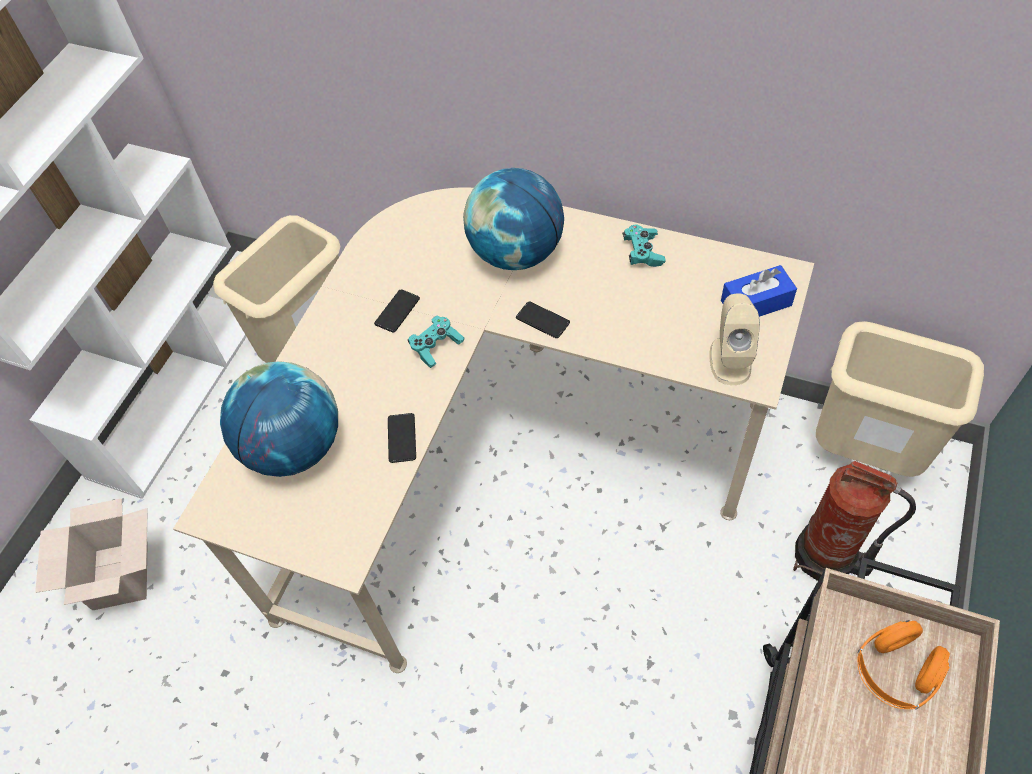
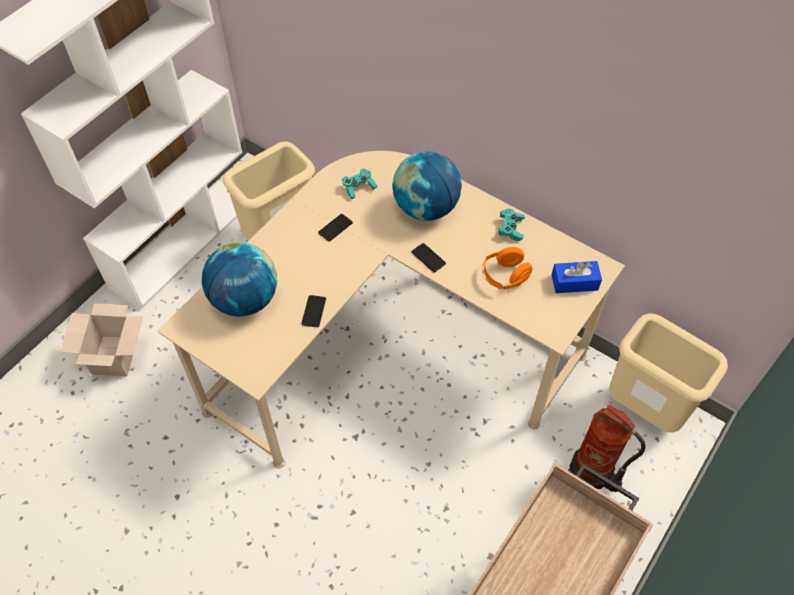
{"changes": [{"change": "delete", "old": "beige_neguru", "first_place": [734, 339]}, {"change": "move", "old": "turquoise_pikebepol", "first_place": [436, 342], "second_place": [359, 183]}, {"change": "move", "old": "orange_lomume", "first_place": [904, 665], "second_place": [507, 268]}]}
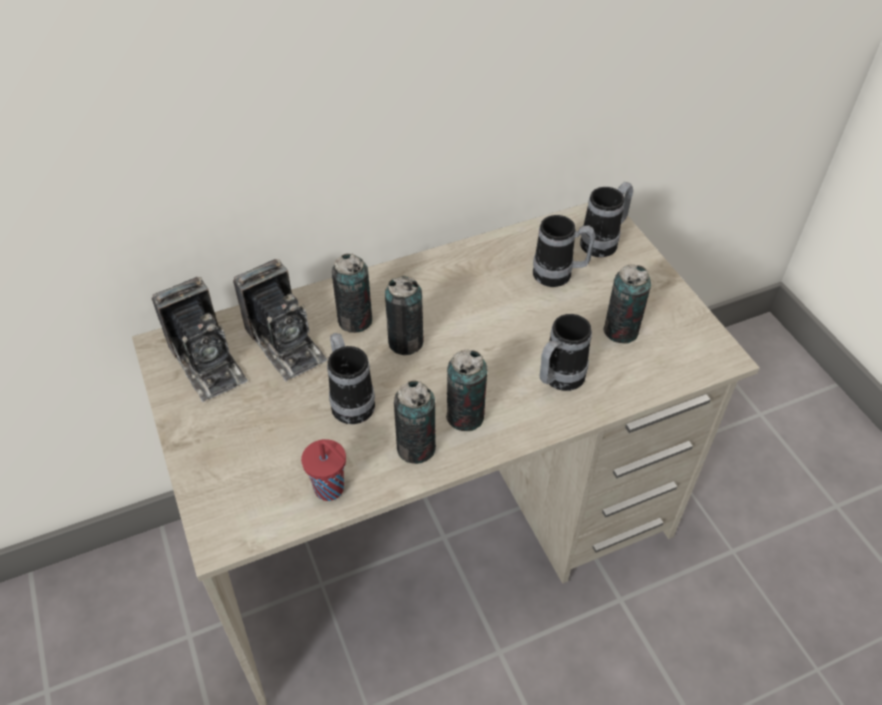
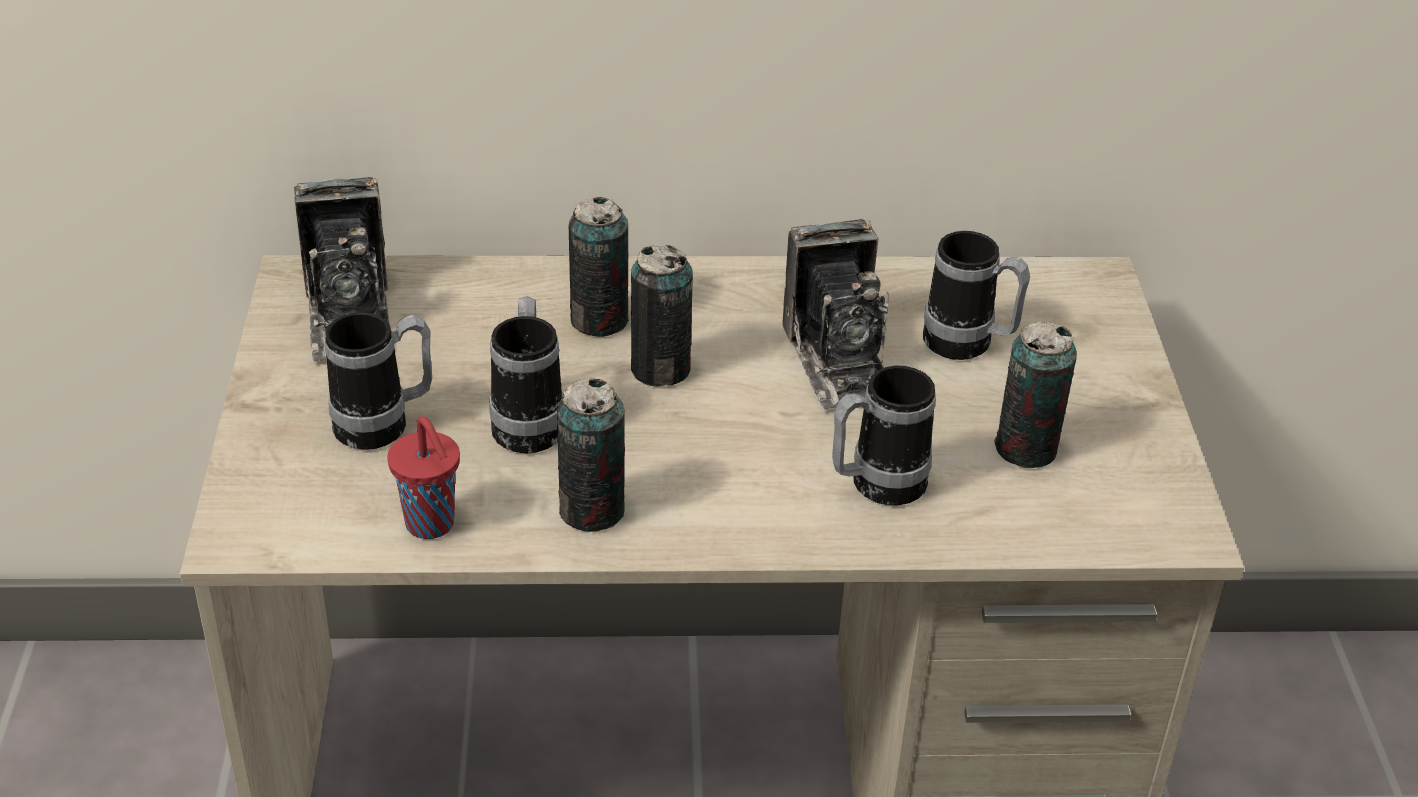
{"changes": [{"change": "move", "old": "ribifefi", "first_place": [606, 219], "second_place": [378, 381]}, {"change": "move", "old": "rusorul", "first_place": [280, 320], "second_place": [835, 315]}, {"change": "delete", "old": "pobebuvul", "first_place": [466, 390]}]}
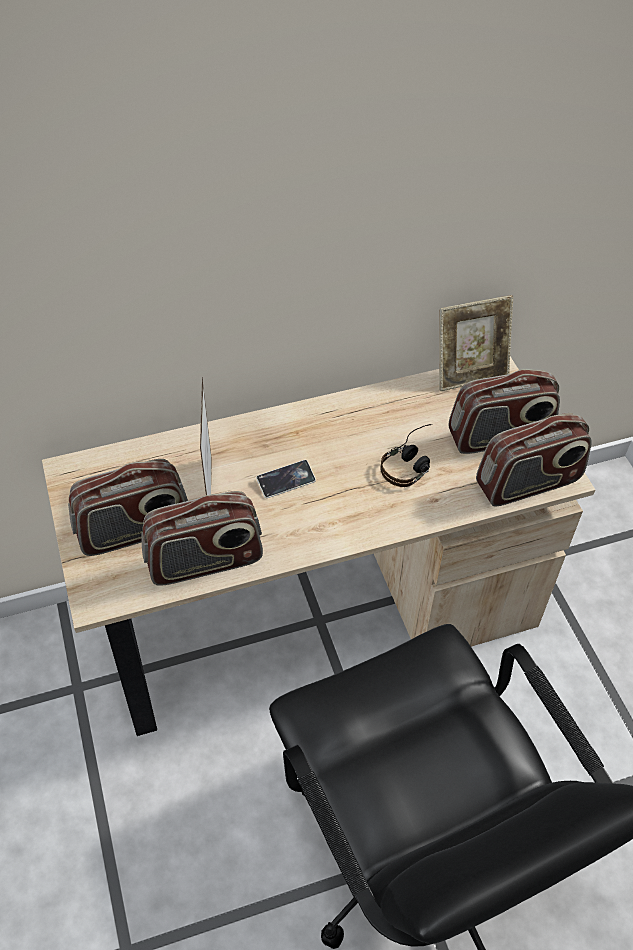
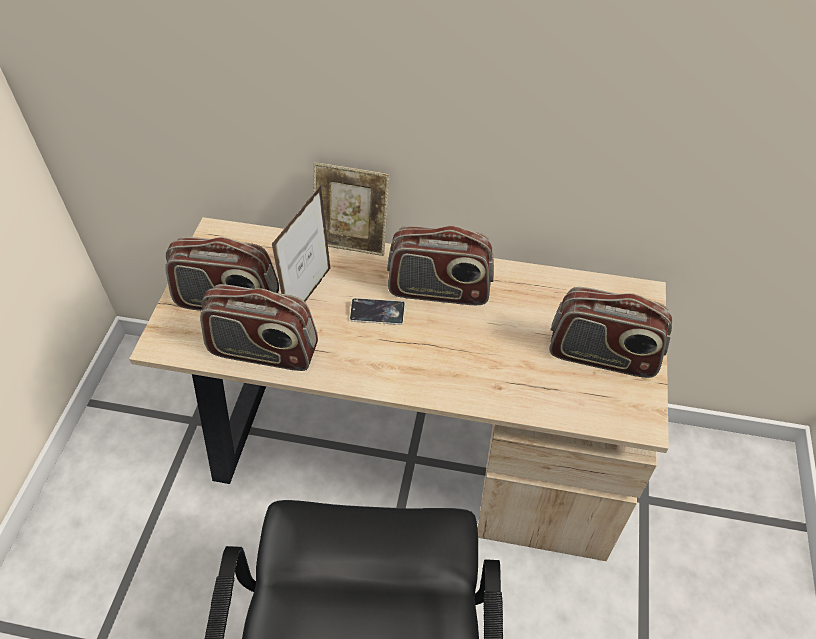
{"changes": [{"change": "move", "old": "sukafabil", "first_place": [476, 343], "second_place": [351, 209]}, {"change": "move", "old": "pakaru", "first_place": [534, 460], "second_place": [440, 265]}, {"change": "delete", "old": "lomume", "first_place": [406, 455]}]}
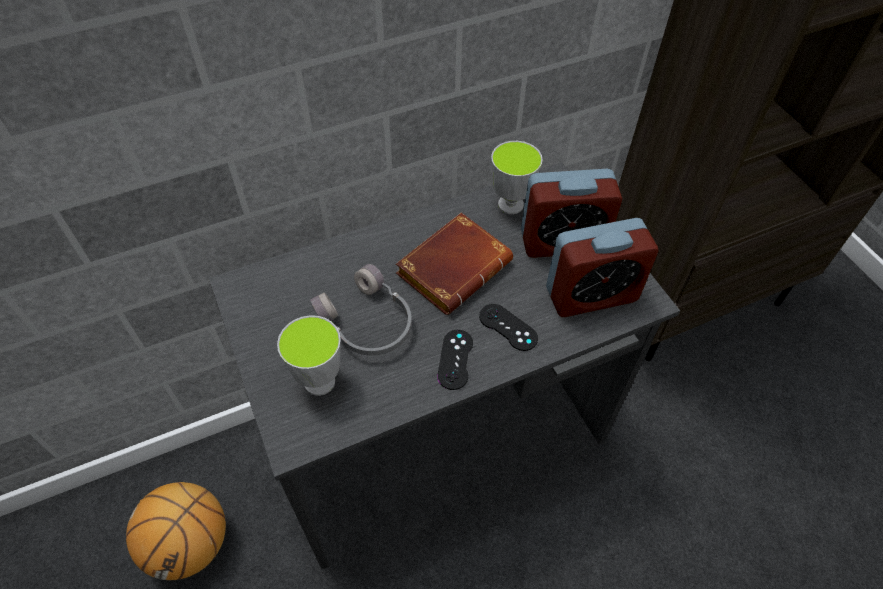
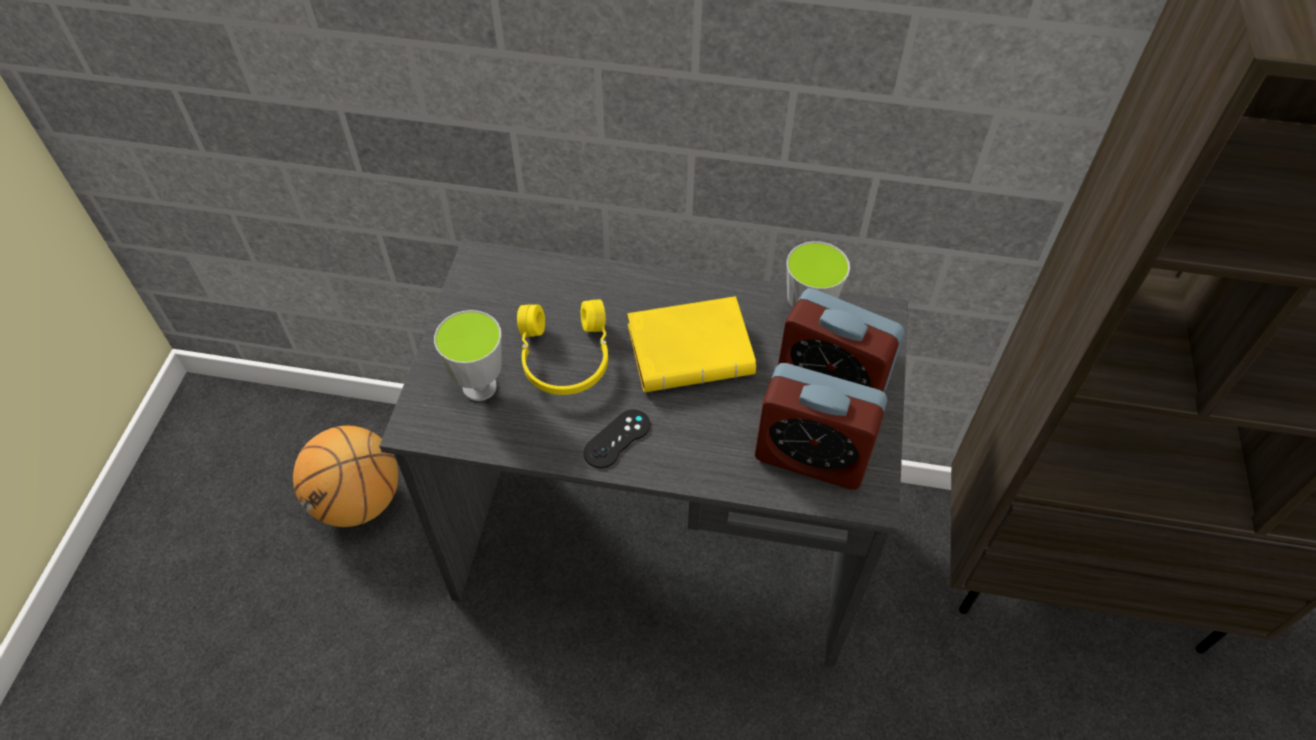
{"changes": [{"change": "recolor", "old": "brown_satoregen", "new": "yellow_satoregen", "first_place": [454, 264], "second_place": [692, 344]}, {"change": "recolor", "old": "grey_lomume", "new": "yellow_lomume", "first_place": [361, 310], "second_place": [562, 347]}, {"change": "delete", "old": "black_pikebepol", "first_place": [508, 327]}]}
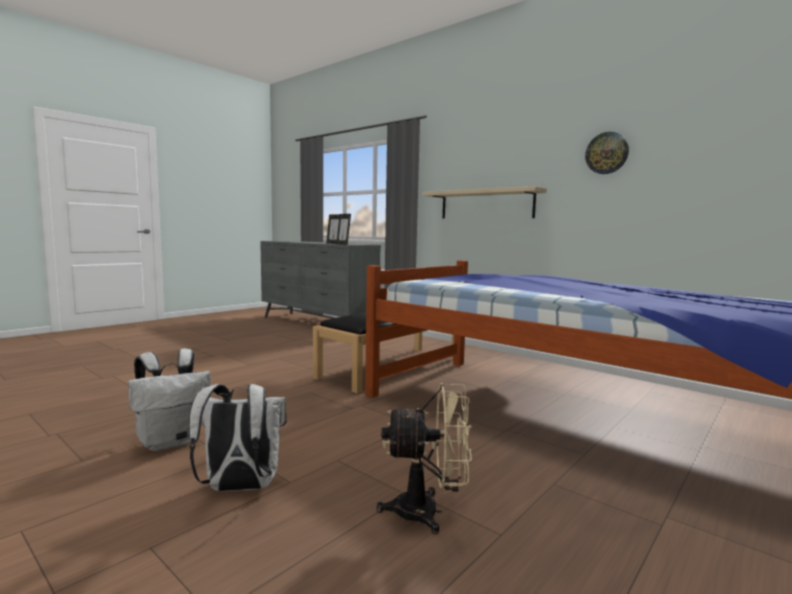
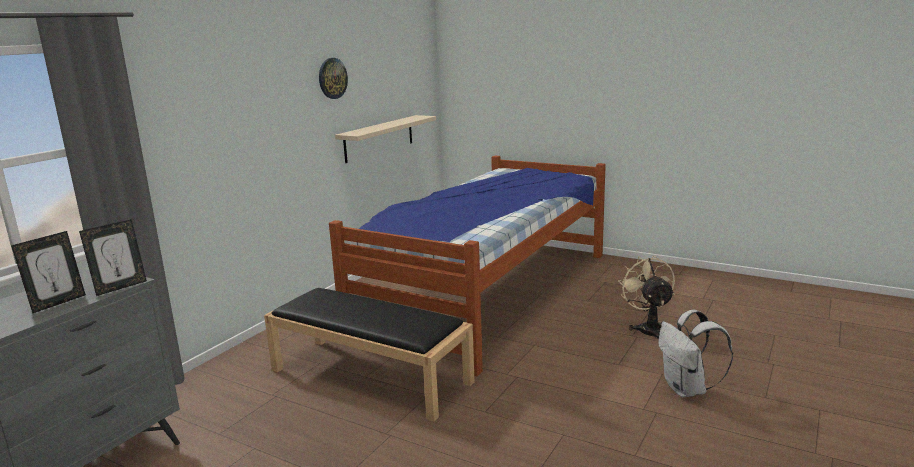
{"changes": [{"change": "move", "old": "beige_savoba", "first_place": [484, 202], "second_place": [385, 139]}, {"change": "delete", "old": "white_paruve", "first_place": [169, 399]}]}
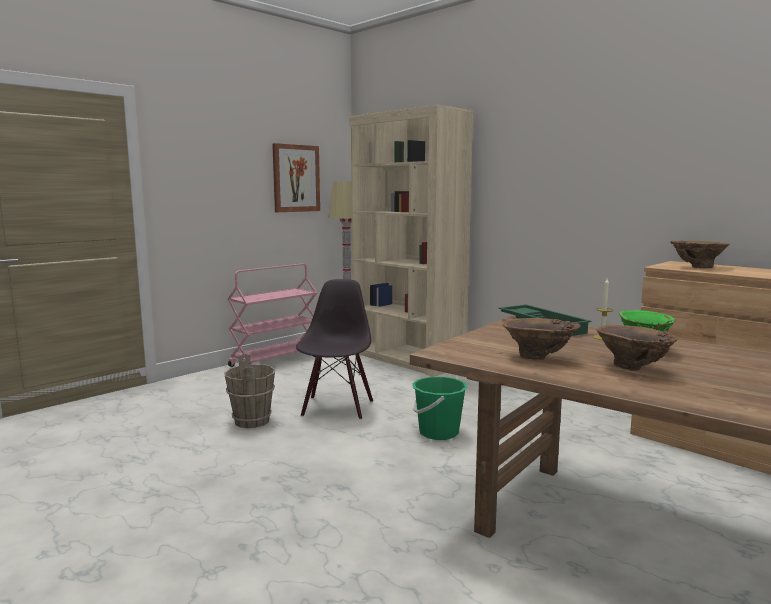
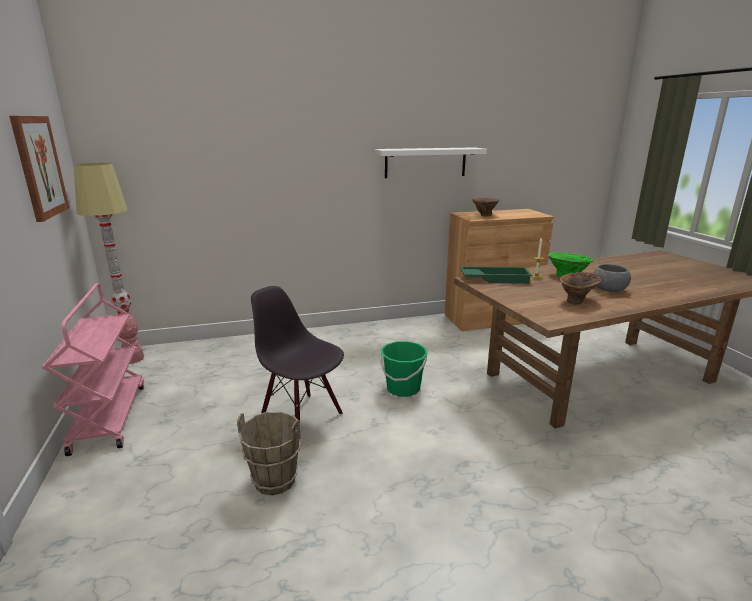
{"changes": [{"change": "delete", "old": "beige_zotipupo", "first_place": [411, 241]}, {"change": "replace", "old": "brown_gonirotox", "new": "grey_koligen", "first_place": [637, 348], "second_place": [612, 278]}, {"change": "insert", "new": "white_savoba", "second_place": [431, 162]}]}
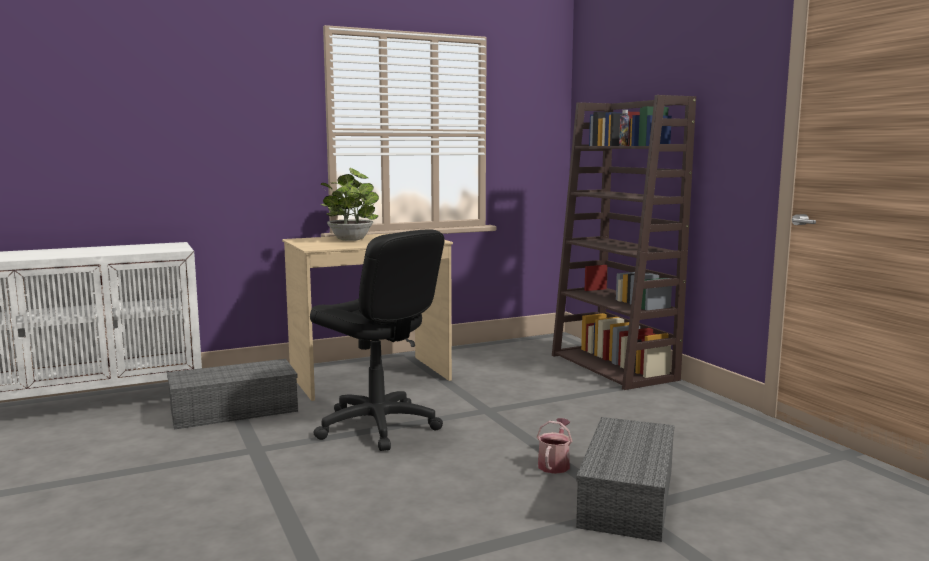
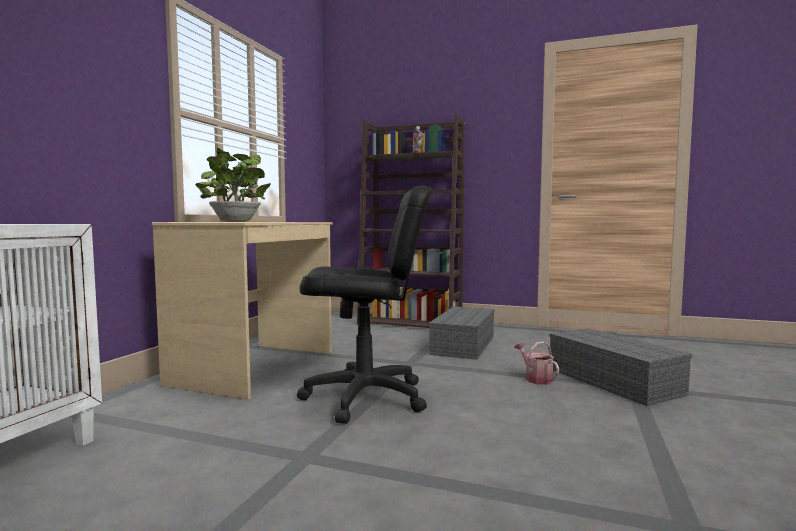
{"changes": [{"change": "move", "old": "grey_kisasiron", "first_place": [232, 394], "second_place": [461, 333]}]}
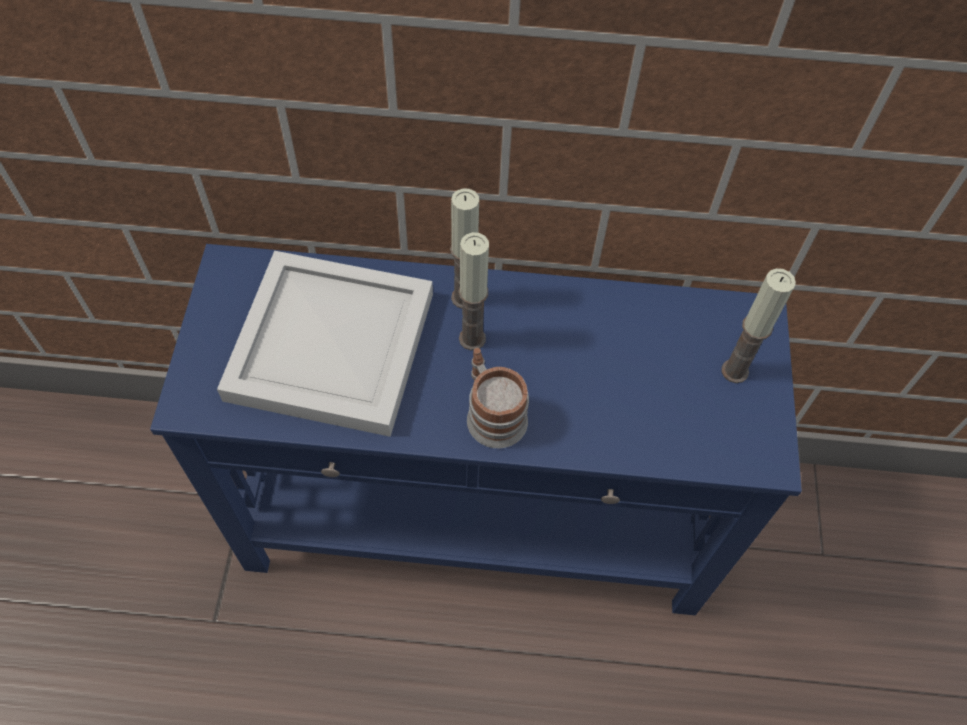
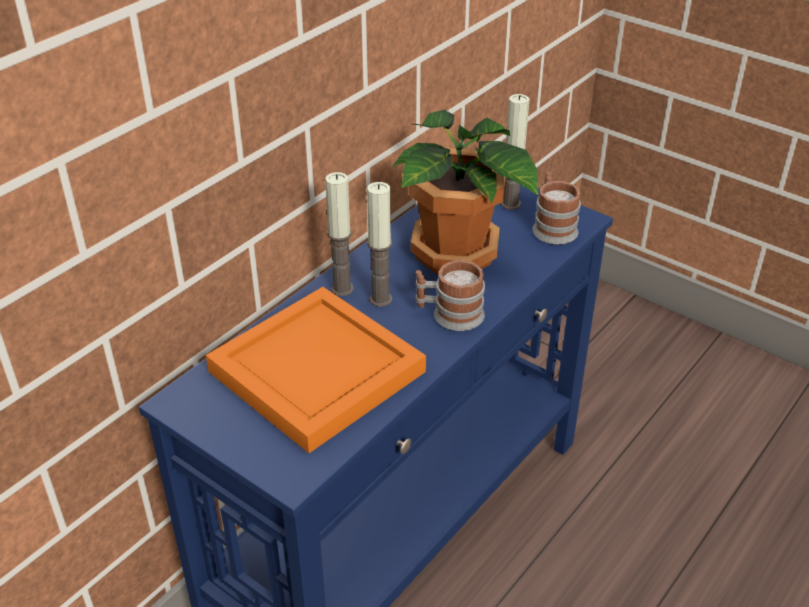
{"changes": [{"change": "recolor", "old": "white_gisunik", "new": "orange_gisunik", "first_place": [325, 344], "second_place": [316, 370]}, {"change": "insert", "new": "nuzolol", "second_place": [464, 192]}, {"change": "insert", "new": "ribifefi", "second_place": [557, 208]}]}
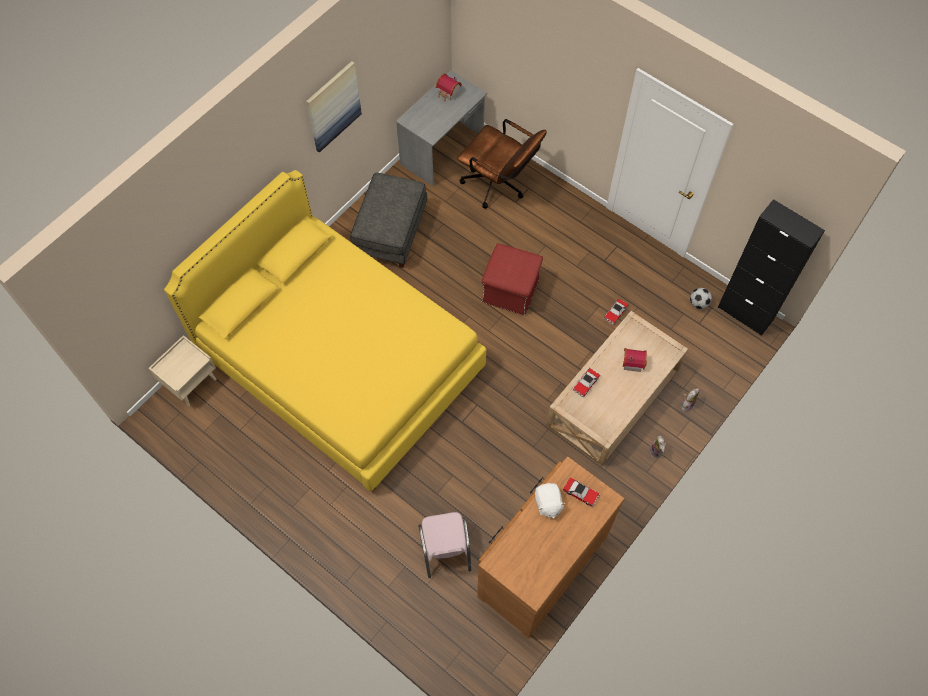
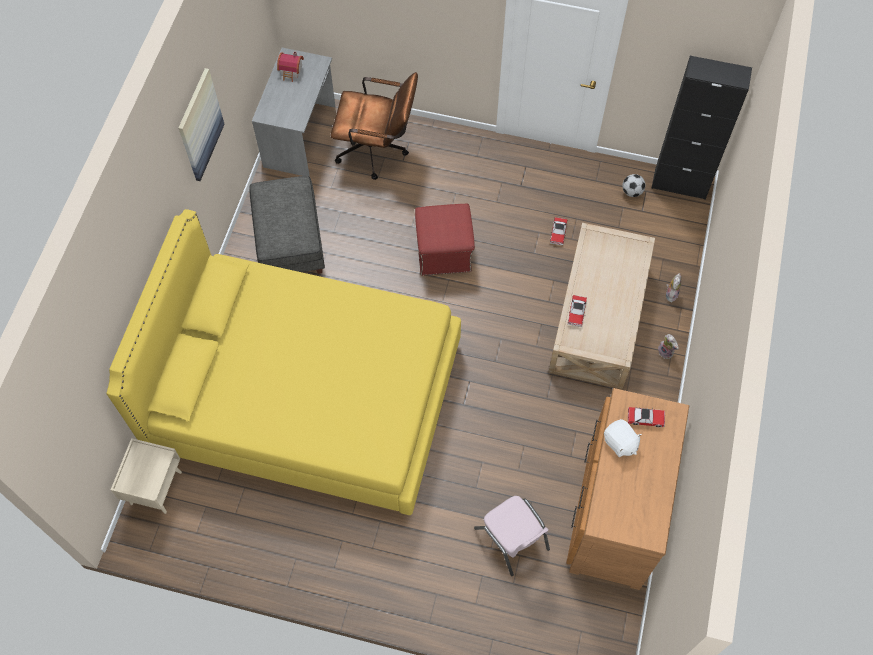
{"changes": [{"change": "delete", "old": "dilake", "first_place": [635, 360]}]}
